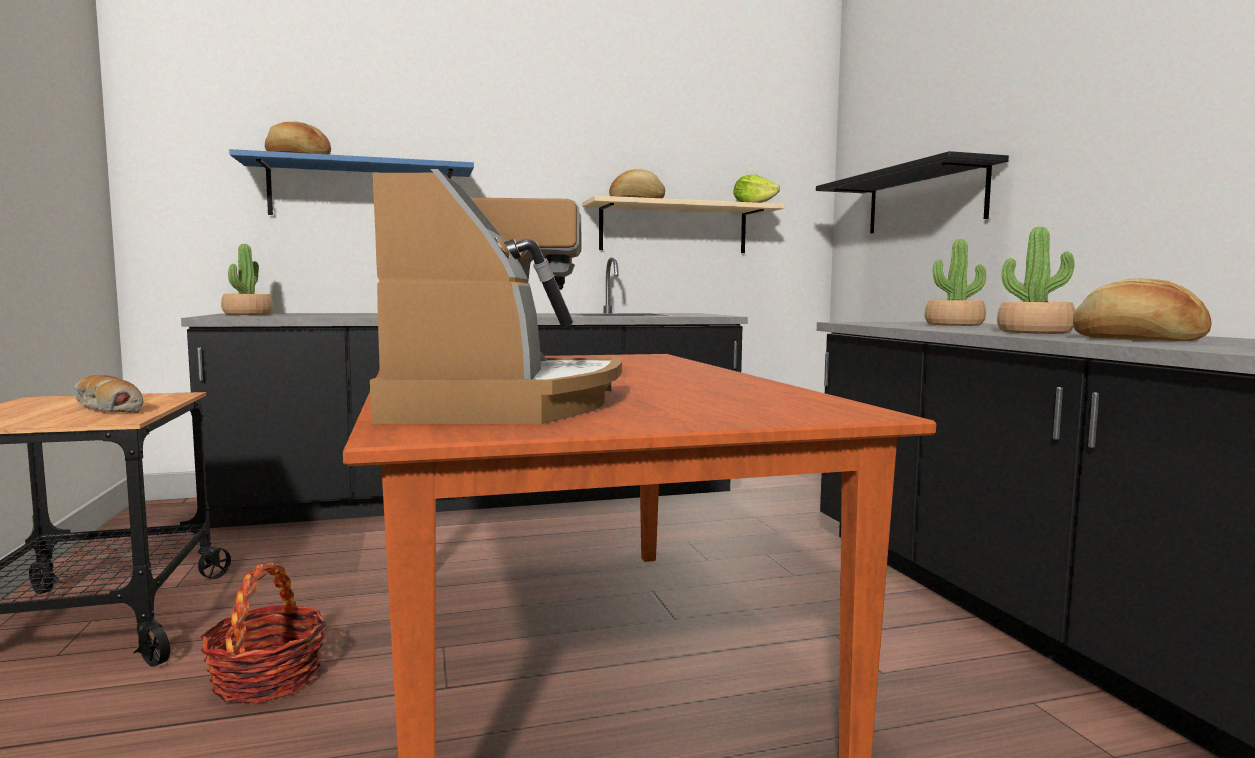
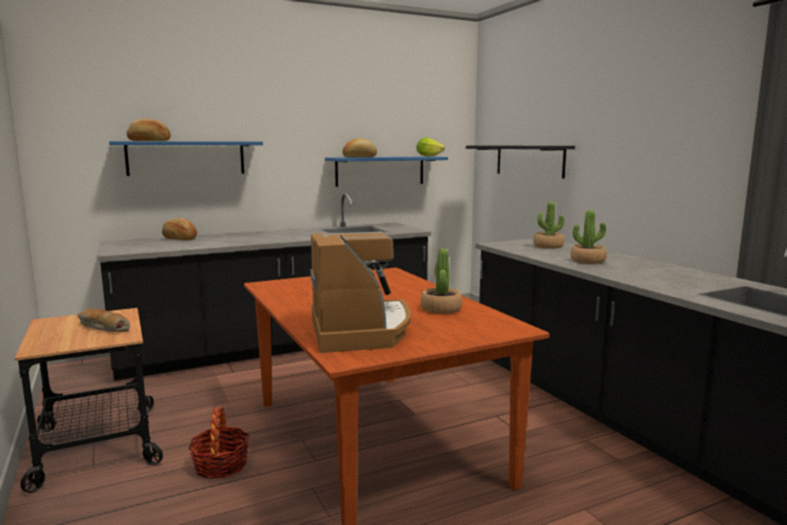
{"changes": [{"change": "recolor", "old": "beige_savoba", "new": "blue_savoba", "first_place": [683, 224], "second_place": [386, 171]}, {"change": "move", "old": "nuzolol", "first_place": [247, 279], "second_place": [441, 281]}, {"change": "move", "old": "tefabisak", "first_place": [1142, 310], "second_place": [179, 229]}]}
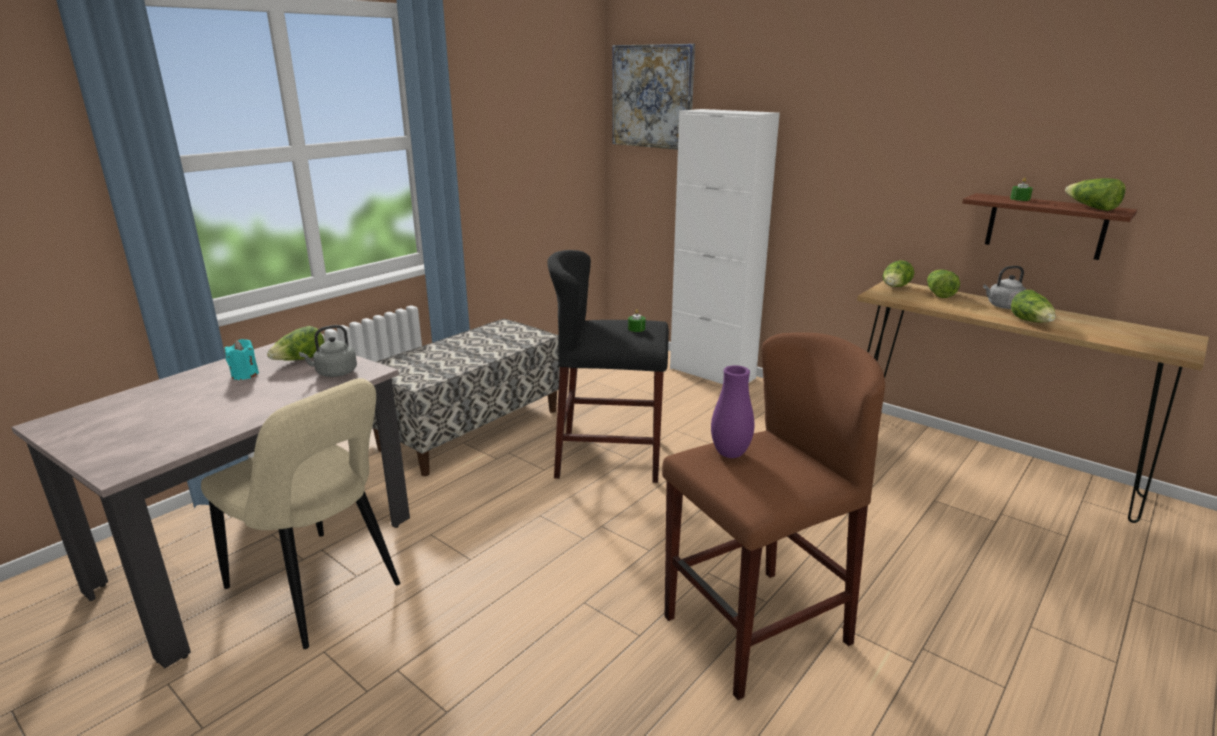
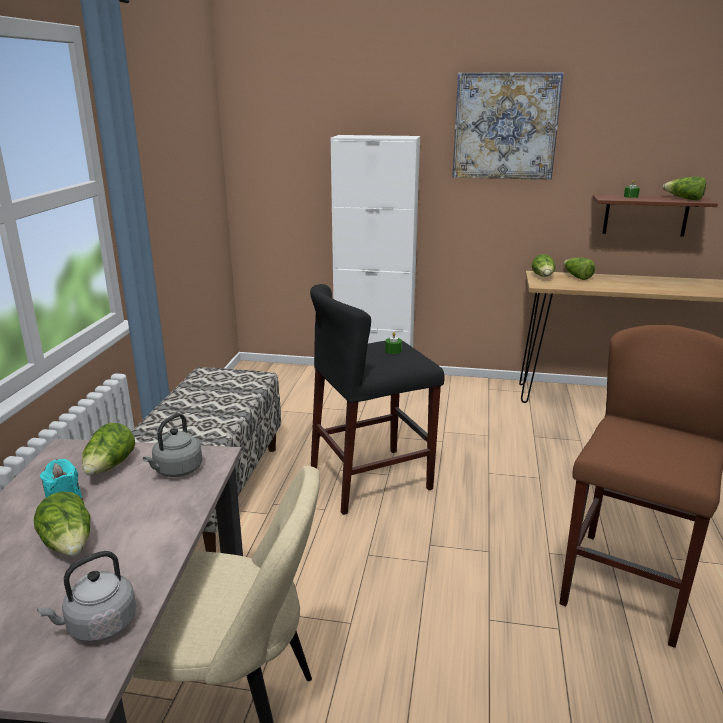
{"changes": [{"change": "move", "old": "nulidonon", "first_place": [653, 97], "second_place": [508, 126]}, {"change": "move", "old": "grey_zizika", "first_place": [1005, 287], "second_place": [86, 596]}, {"change": "move", "old": "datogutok", "first_place": [1033, 306], "second_place": [62, 524]}, {"change": "delete", "old": "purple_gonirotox", "first_place": [732, 411]}]}
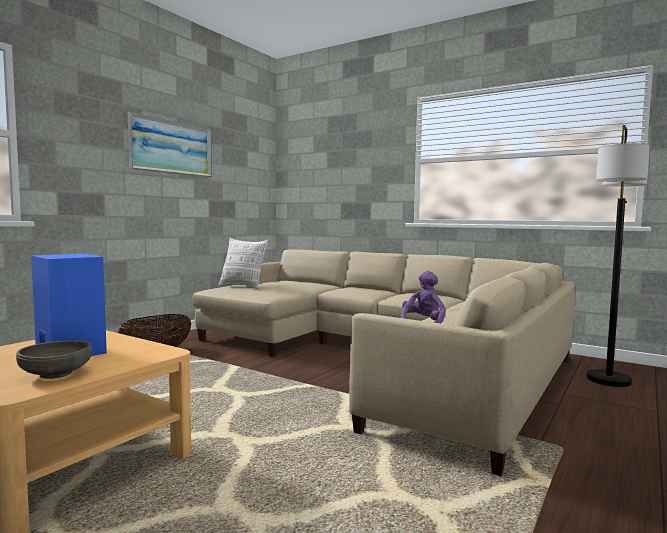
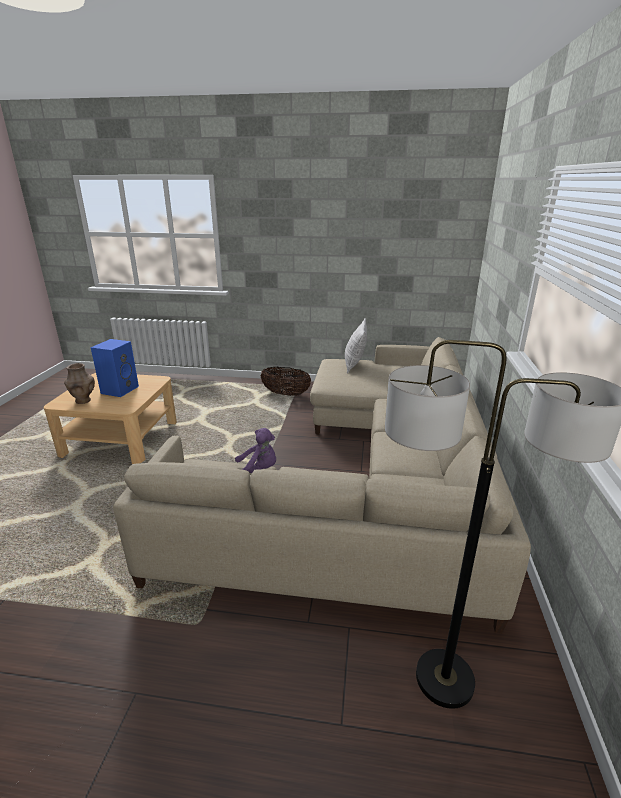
{"changes": [{"change": "delete", "old": "nulidonon", "first_place": [170, 144]}, {"change": "replace", "old": "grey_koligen", "new": "brown_gonirotox", "first_place": [54, 359], "second_place": [79, 383]}]}
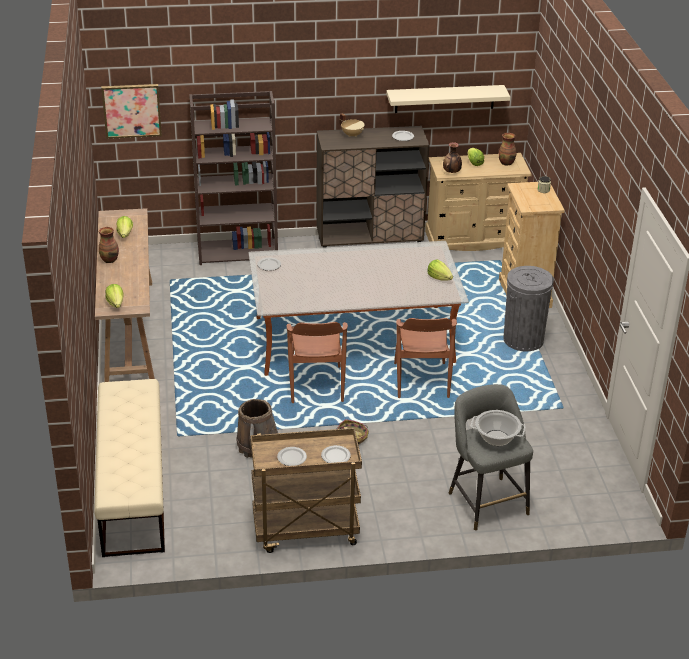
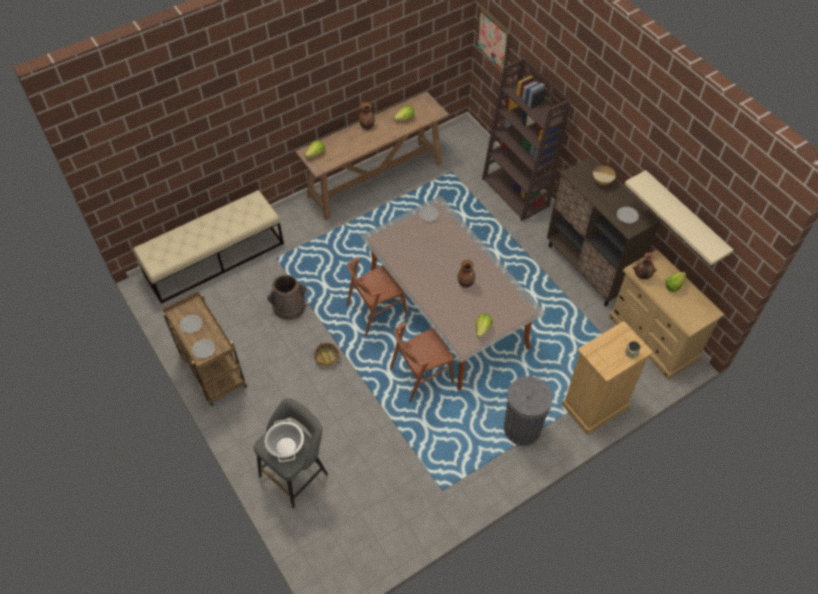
{"changes": [{"change": "move", "old": "gonirotox", "first_place": [507, 149], "second_place": [466, 274]}]}
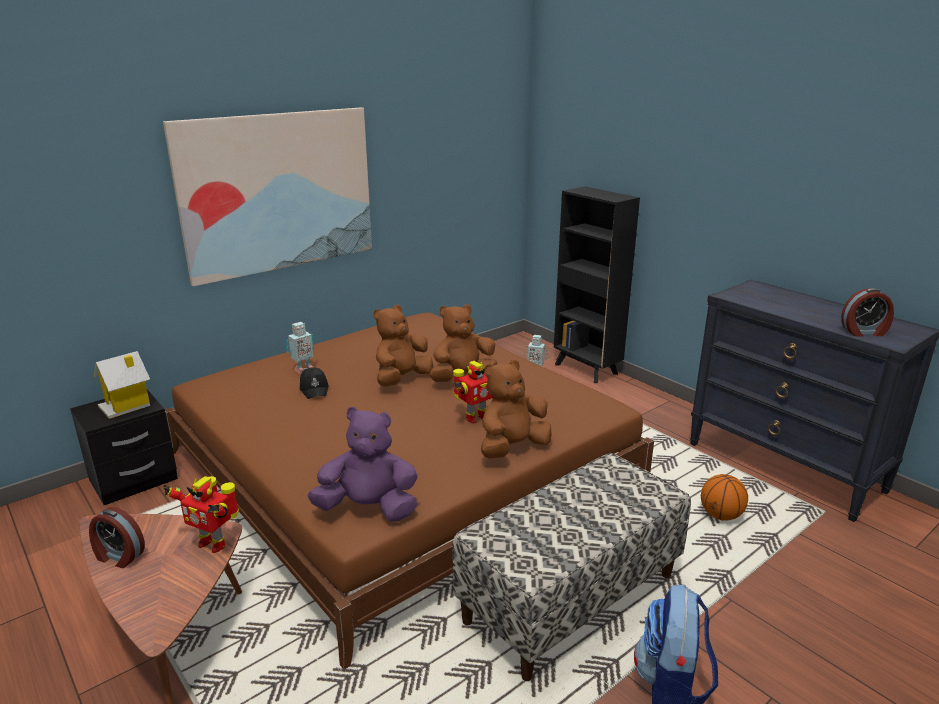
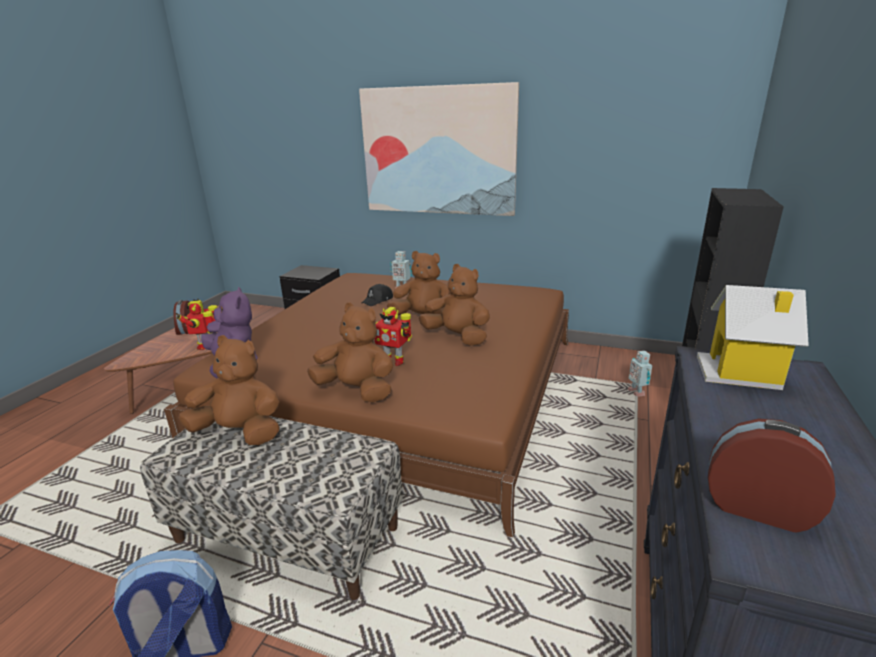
{"changes": [{"change": "rotate", "old": "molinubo", "first_place": [867, 312], "second_place": [772, 476], "degrees": 150}, {"change": "move", "old": "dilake", "first_place": [122, 385], "second_place": [753, 337]}, {"change": "delete", "old": "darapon", "first_place": [724, 497]}, {"change": "insert", "new": "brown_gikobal", "second_place": [229, 390]}]}
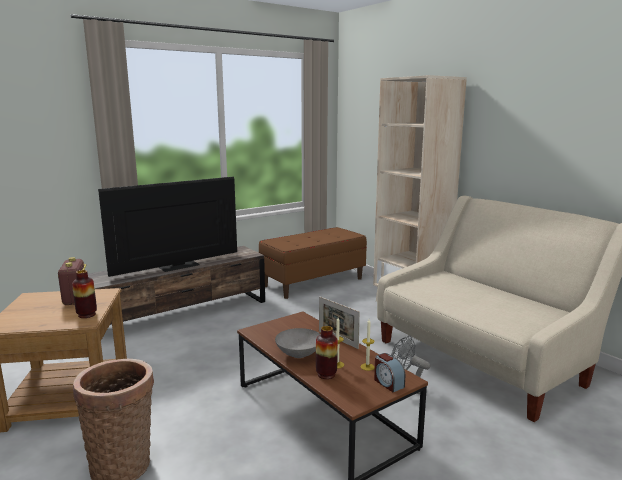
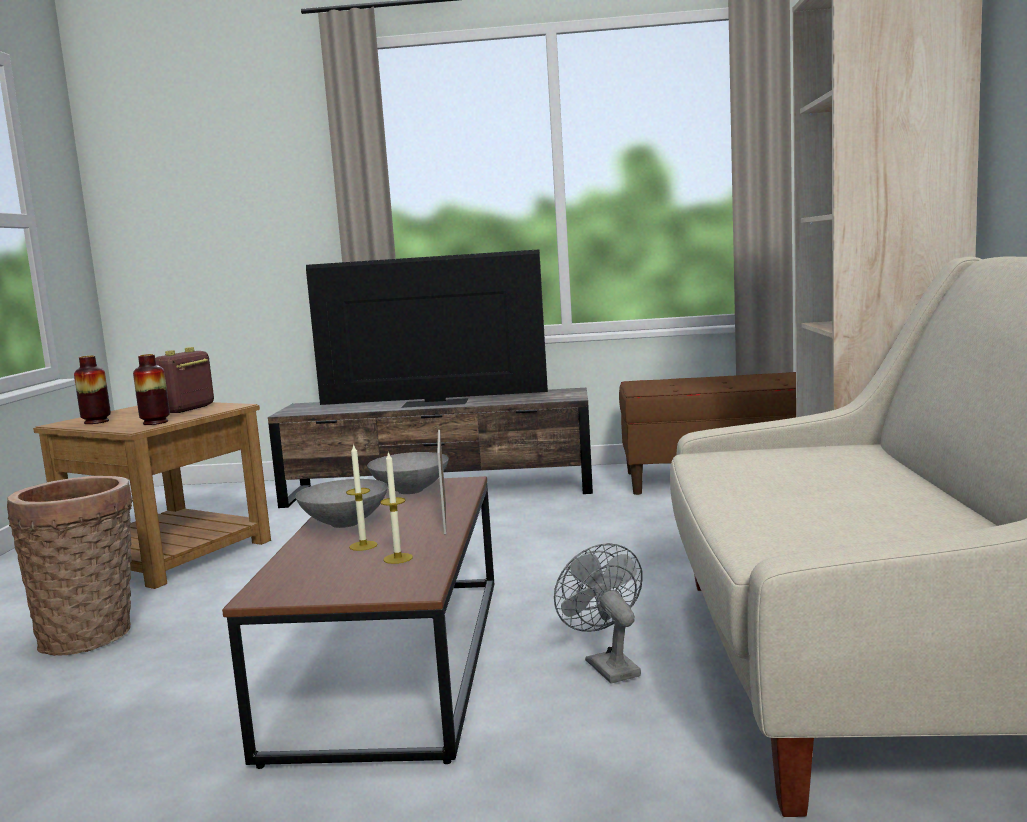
{"changes": [{"change": "move", "old": "gonirotox", "first_place": [327, 352], "second_place": [92, 389]}, {"change": "delete", "old": "molinubo", "first_place": [389, 372]}, {"change": "insert", "new": "grey_koligen", "second_place": [408, 473]}]}
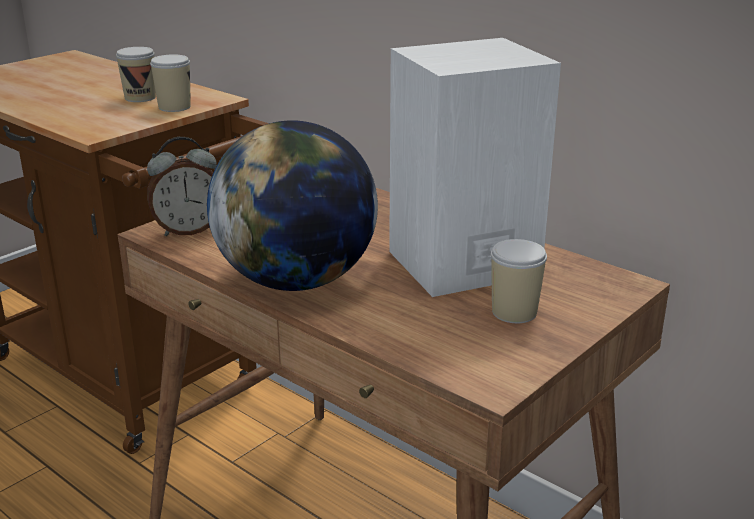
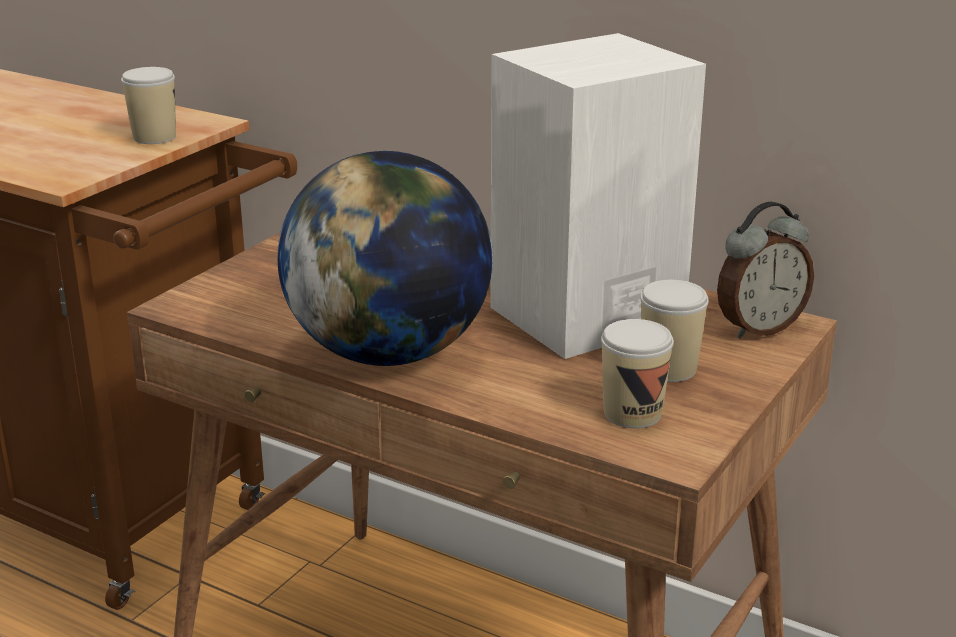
{"changes": [{"change": "move", "old": "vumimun", "first_place": [136, 74], "second_place": [637, 373]}, {"change": "move", "old": "molinubo", "first_place": [182, 186], "second_place": [765, 270]}]}
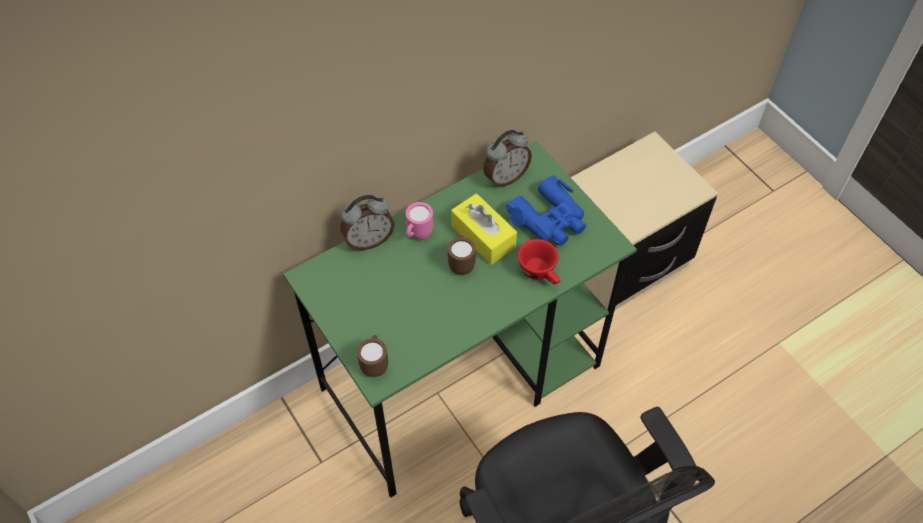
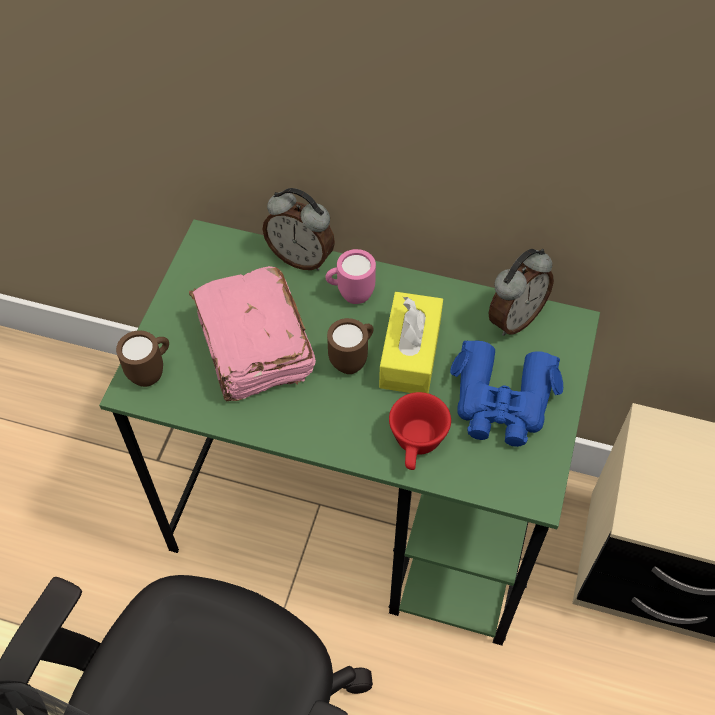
{"changes": [{"change": "rotate", "old": "molinubo", "first_place": [507, 158], "second_place": [521, 292], "degrees": -60}, {"change": "insert", "new": "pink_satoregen", "second_place": [252, 333]}]}
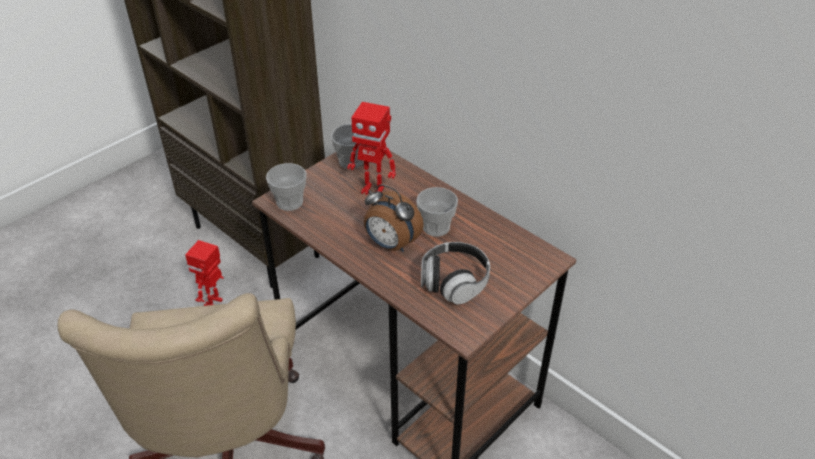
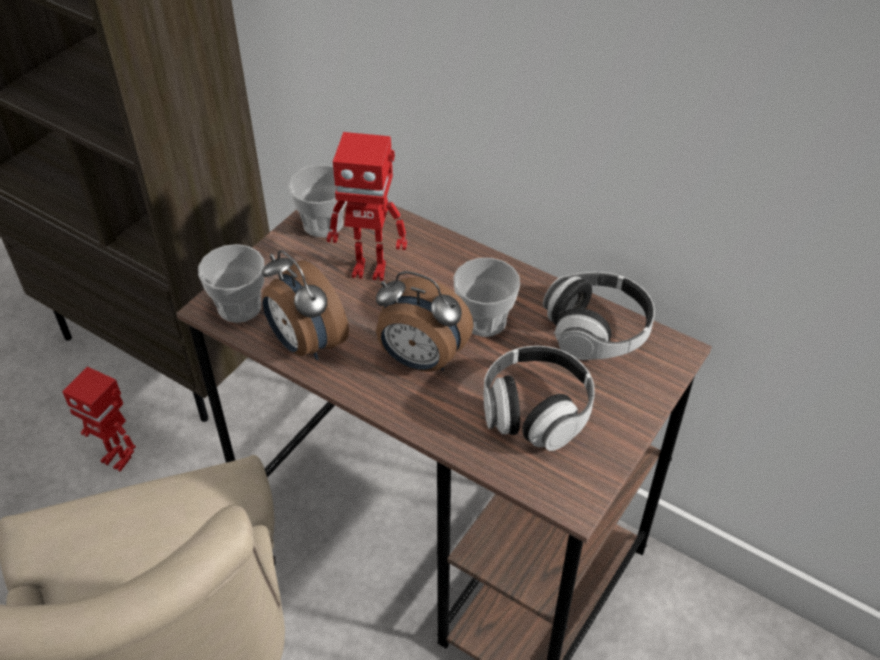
{"changes": [{"change": "rotate", "old": "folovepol", "first_place": [204, 273], "second_place": [99, 419], "degrees": -75}, {"change": "insert", "new": "molinubo", "second_place": [305, 305]}, {"change": "insert", "new": "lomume", "second_place": [599, 316]}]}
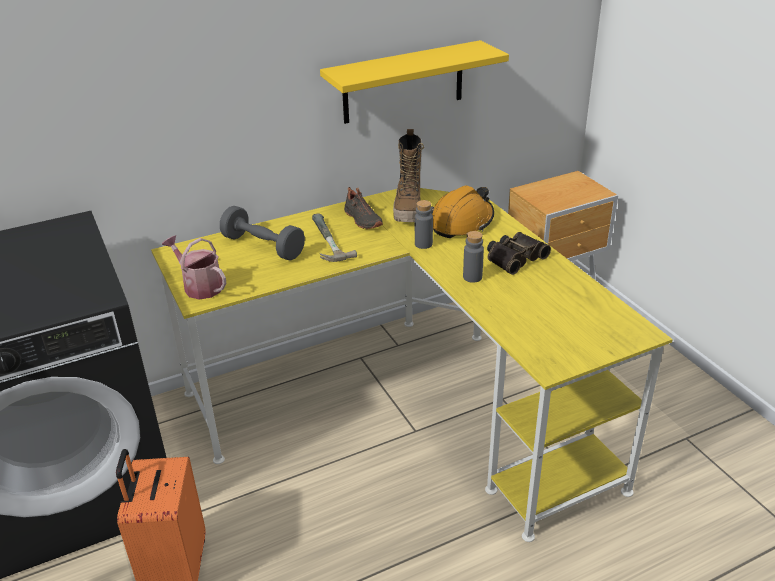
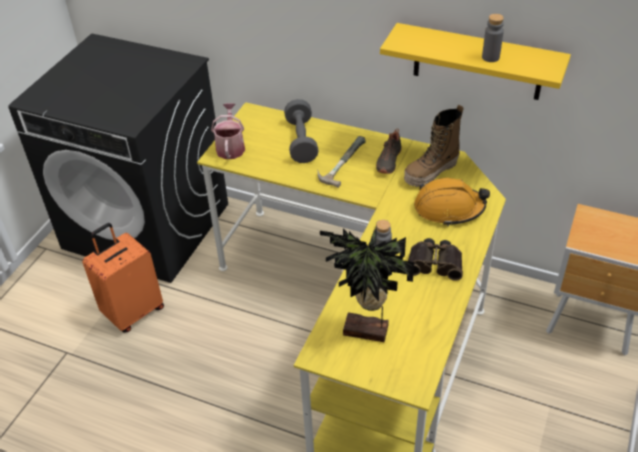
{"changes": [{"change": "move", "old": "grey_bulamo", "first_place": [424, 224], "second_place": [493, 38]}, {"change": "insert", "new": "nuzolol", "second_place": [367, 283]}]}
